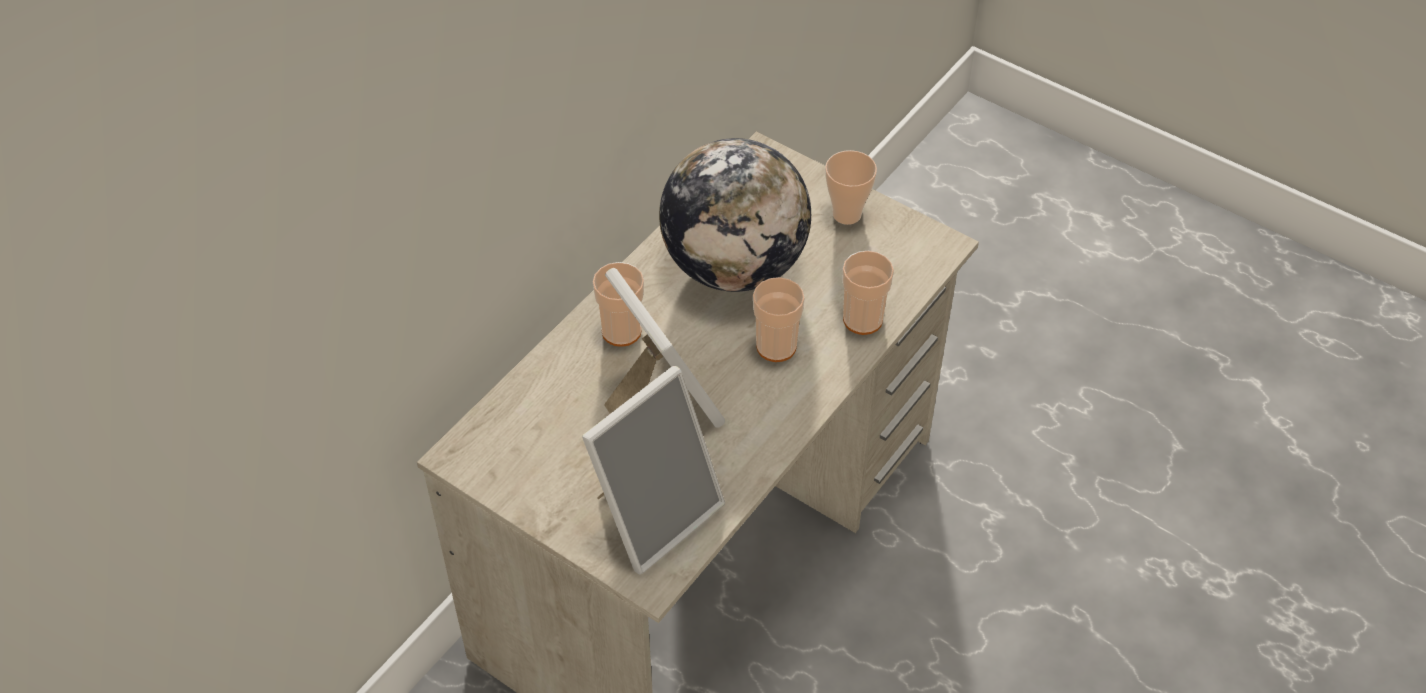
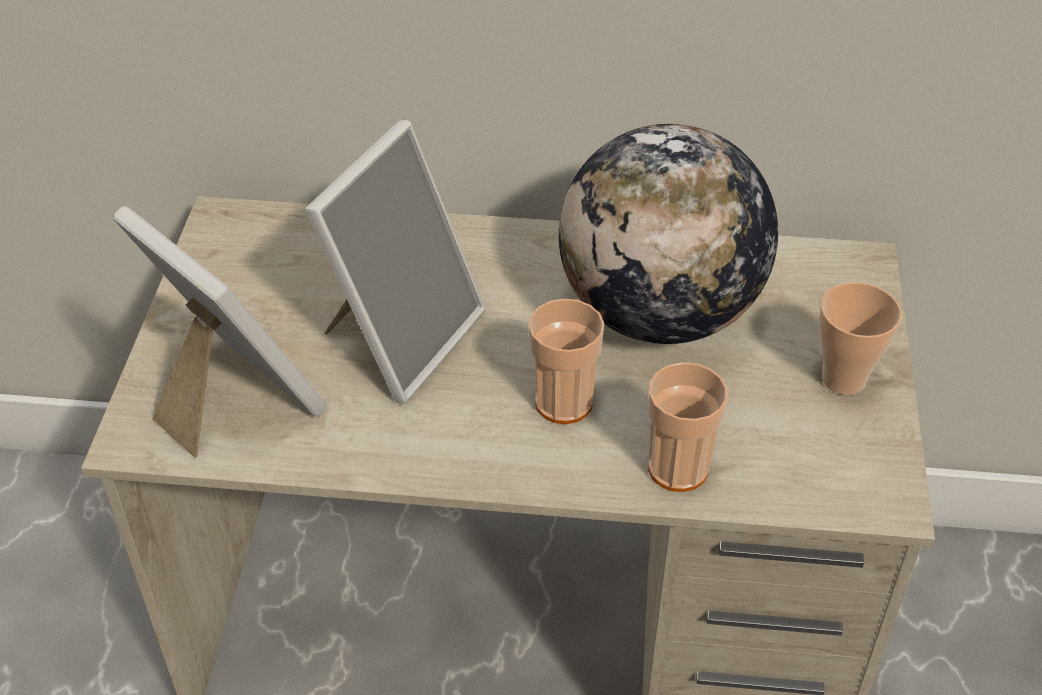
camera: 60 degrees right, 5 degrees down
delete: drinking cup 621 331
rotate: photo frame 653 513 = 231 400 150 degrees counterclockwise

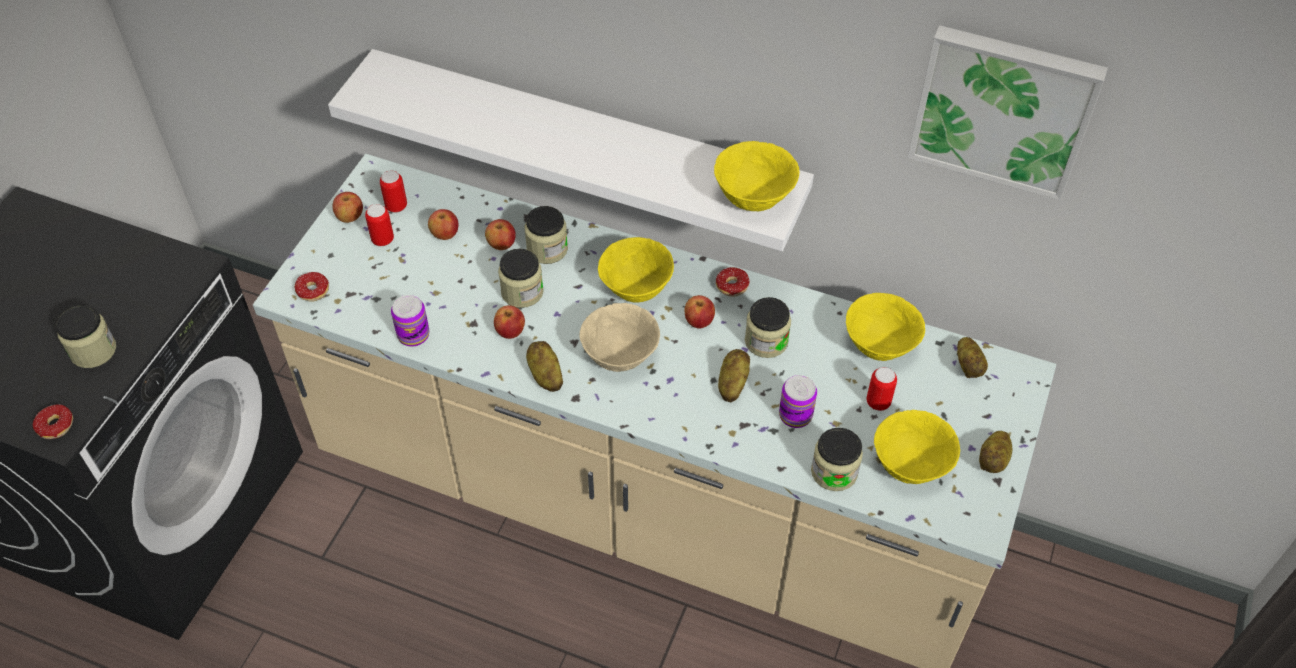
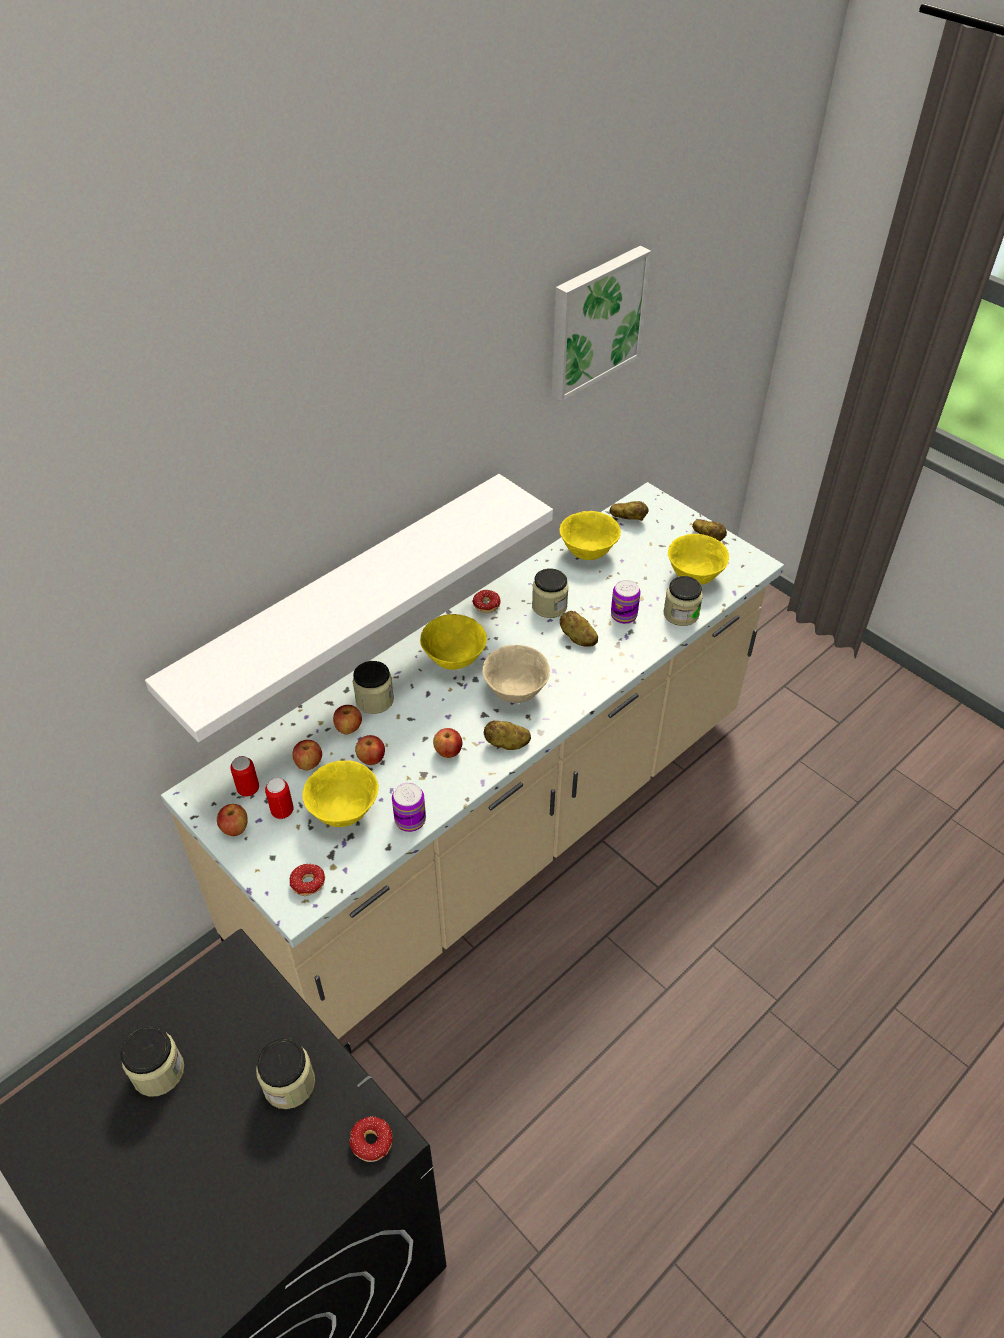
camera: 65 degrees left, 5 degrees down
delete: metal can 878 402
move: preserve jar 522 292 to 158 1071; apple fruit 699 321 to 371 759; serving bowl (yellowish) 754 199 to 344 811

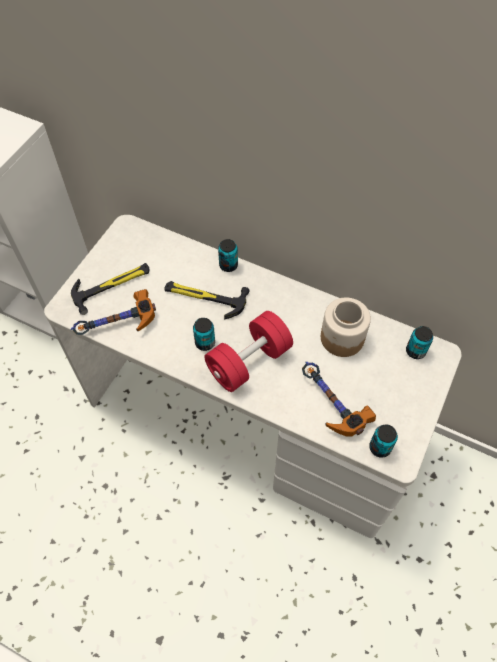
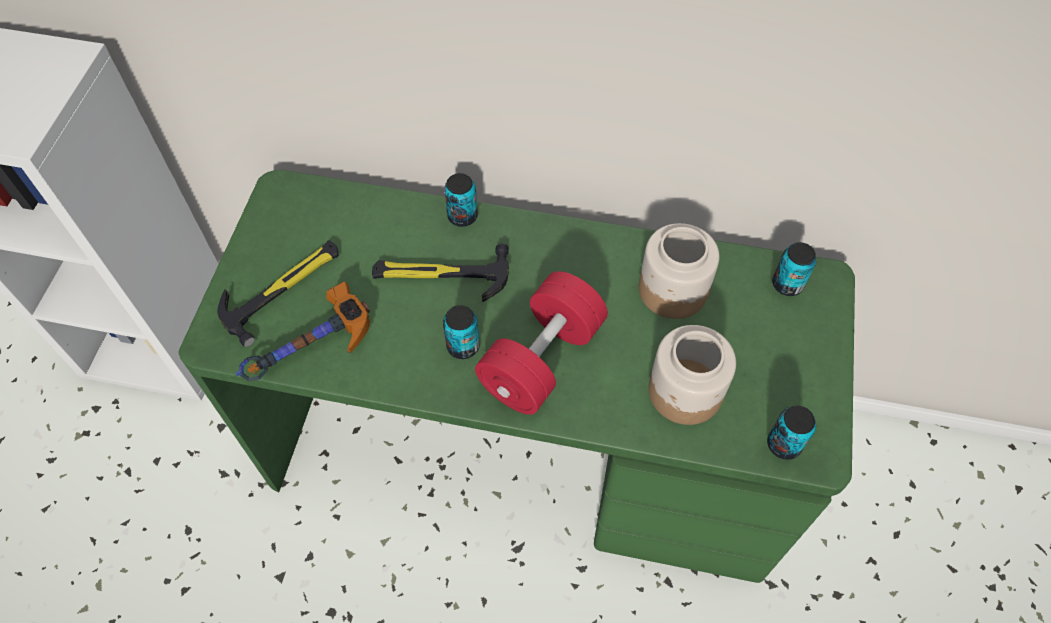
camera: 15 degrees left, 0 degrees up
replace: tool hammer 329 402 to preserve jar 685 392
recolor: desk unit (white-coloured) 249 416 to desk unit (green-coloured) 525 445

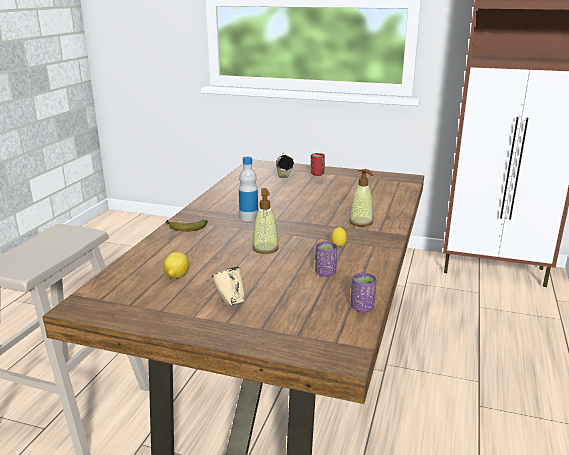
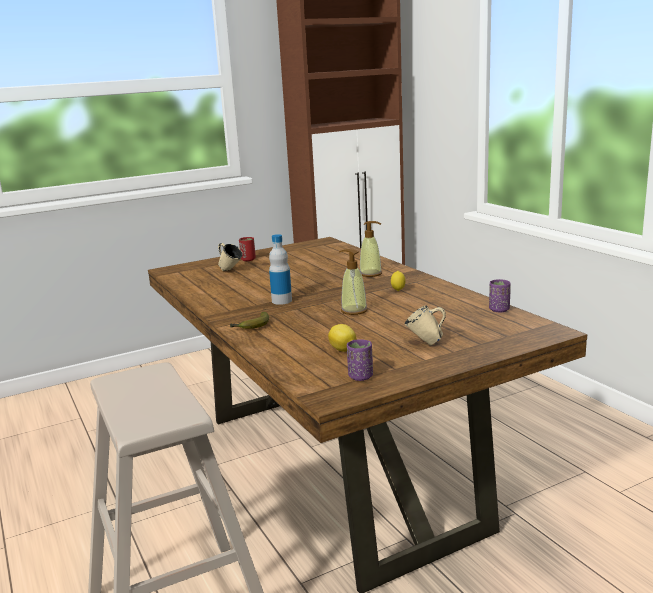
camera: 45 degrees left, 5 degrees down
move: drinking cup (purple) 325 273 to 360 377

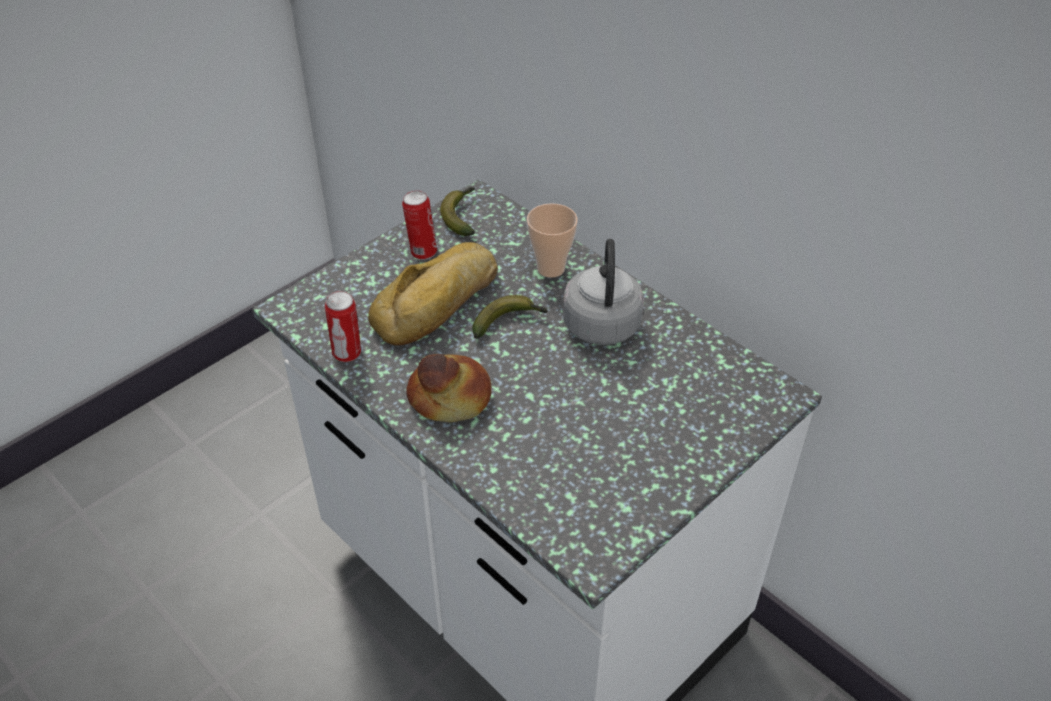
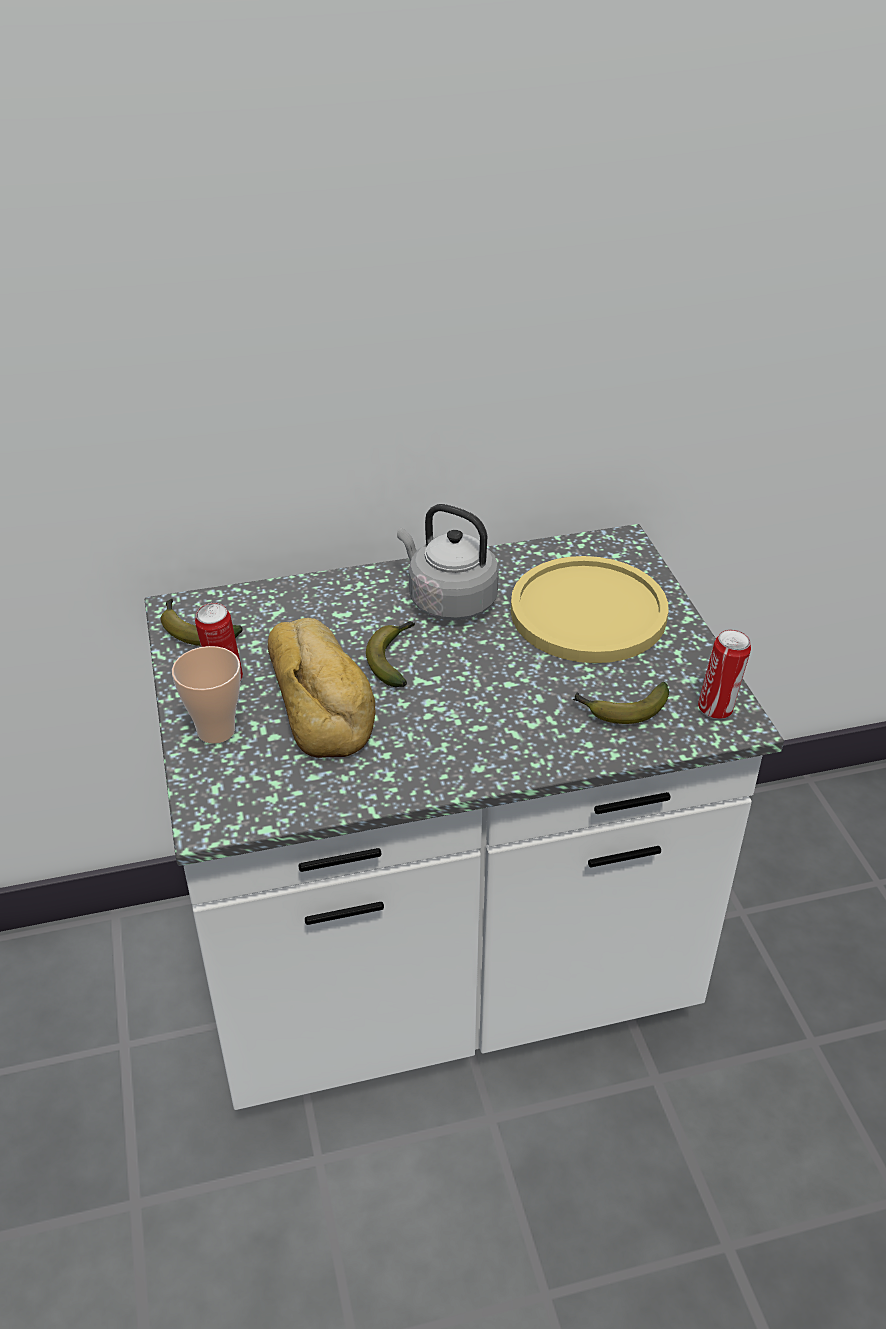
camera: 60 degrees left, 5 degrees down
delete: bakery bread 450 399
insert: flat dish (yellowish) 588 612; banana fruit 621 710
move: metal can 347 354 to 717 709; drinking cup 551 268 to 216 731

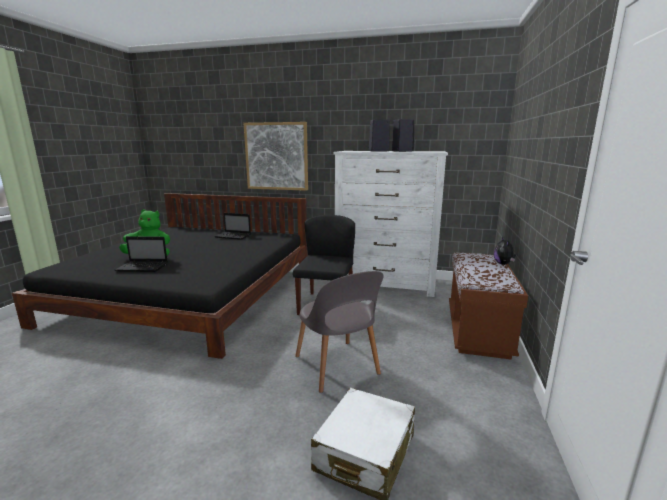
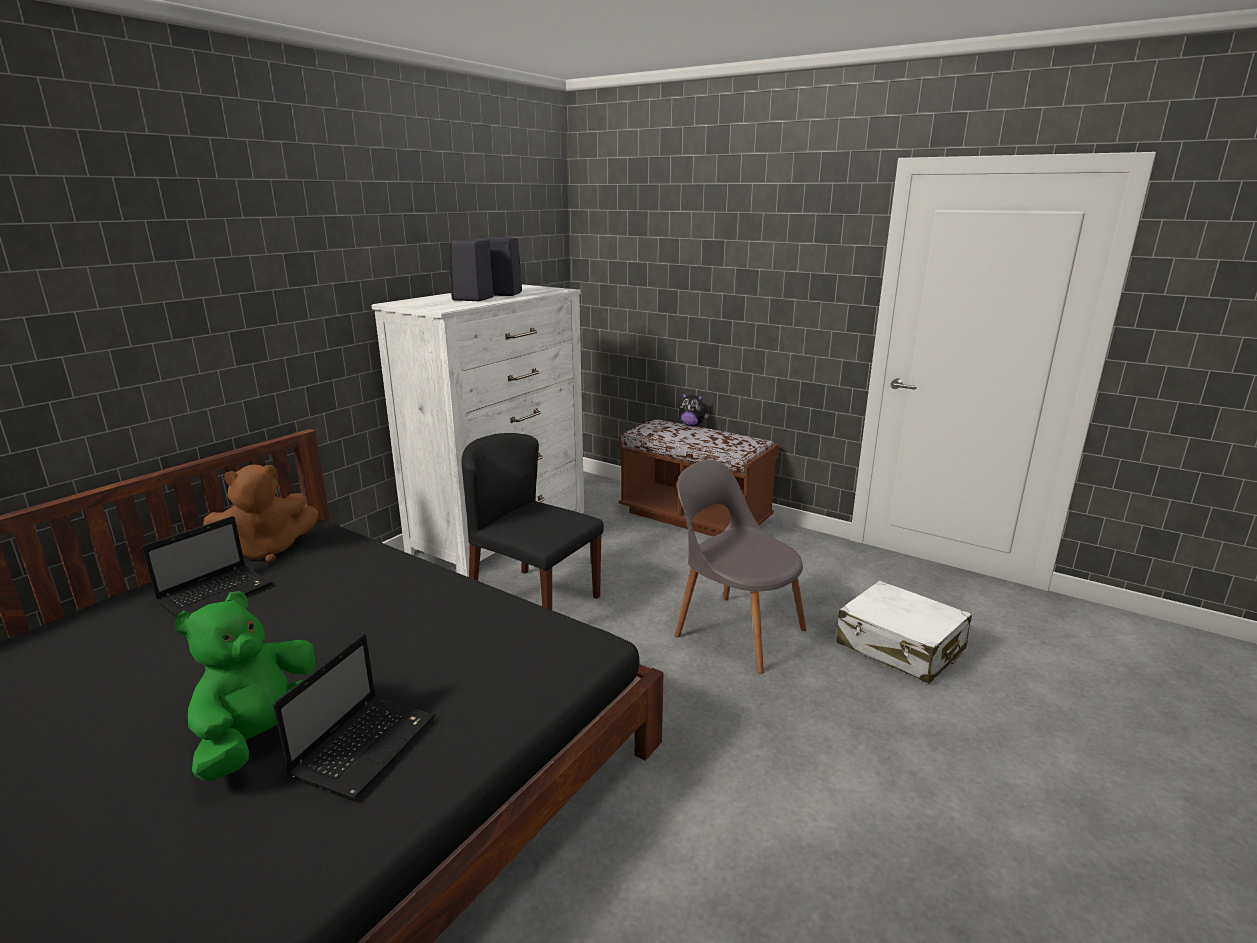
camera: 70 degrees left, 5 degrees up
delete: wall picture 276 156
insert: soft toy (brown-coloured) 267 550
rotate: plain chair (gray) 337 367 = 735 630 135 degrees counterclockwise

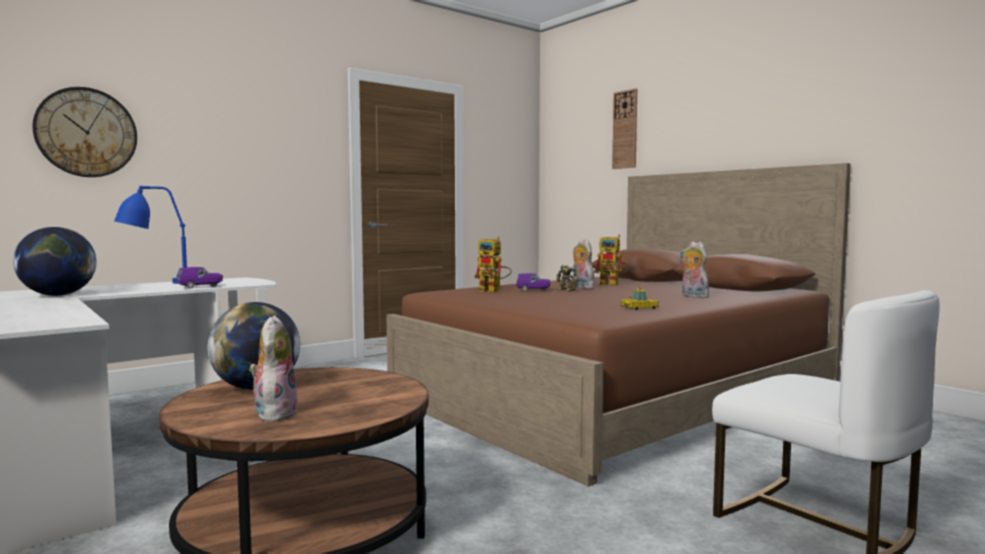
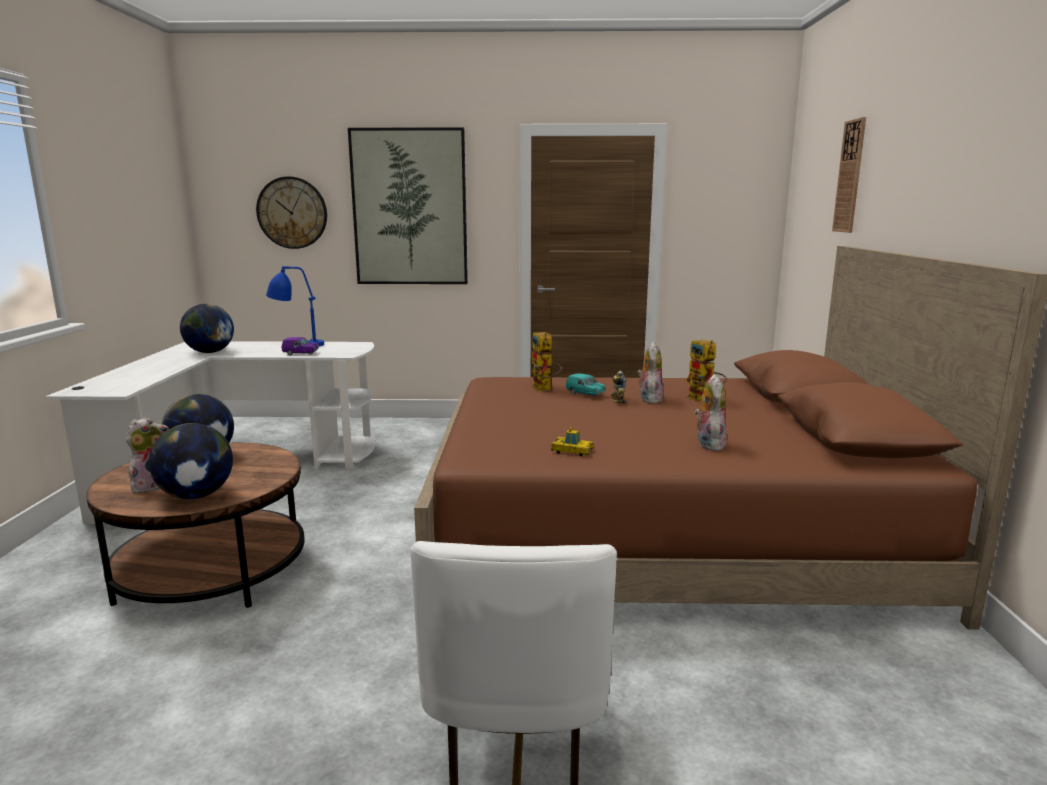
camera: 40 degrees right, 10 degrees up
insert: globe 196 495; wall picture 409 208
recolor: model car (purple) 533 290 to model car (blue-green) 585 394

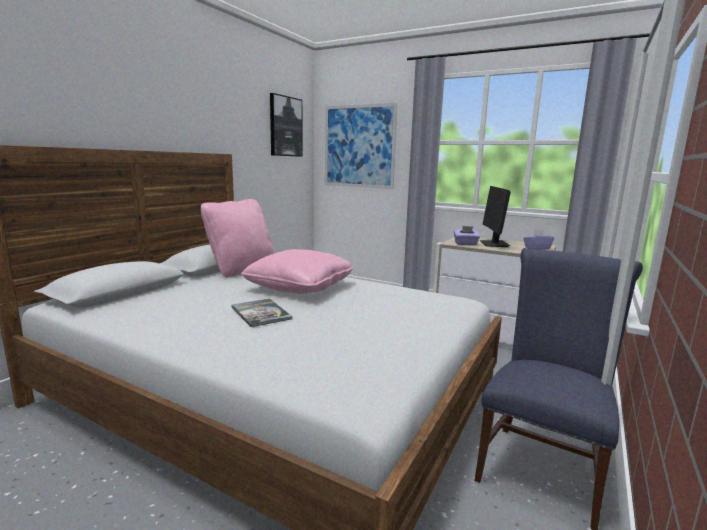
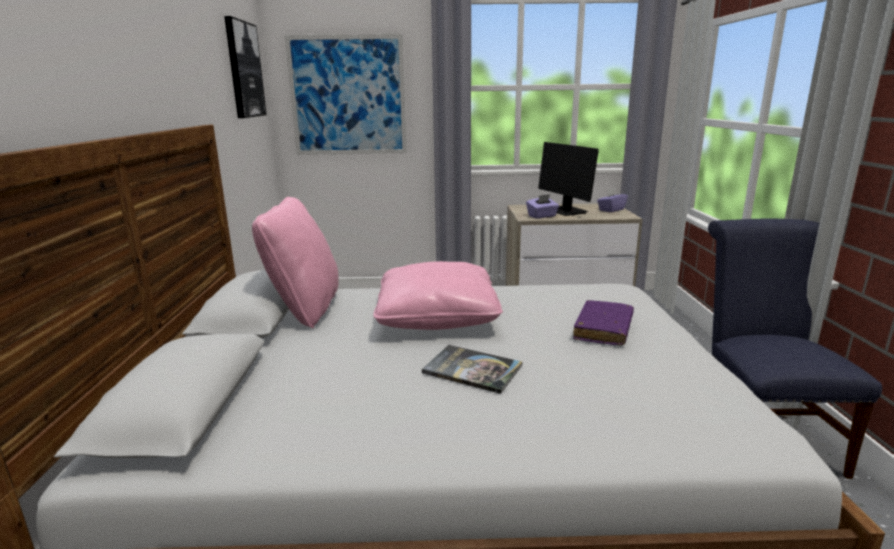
camera: 30 degrees left, 5 degrees up
insert: book (purple) 603 330

